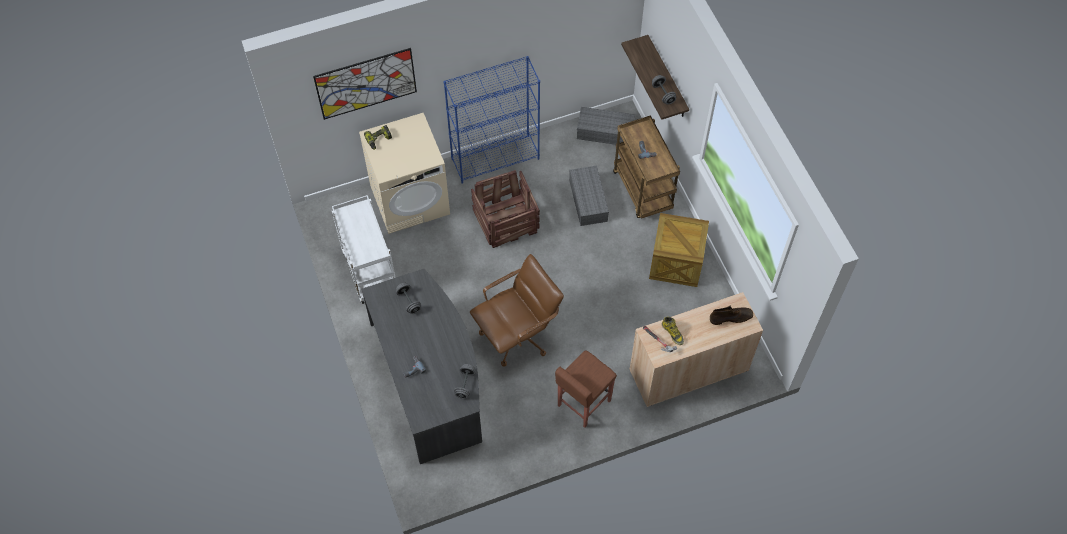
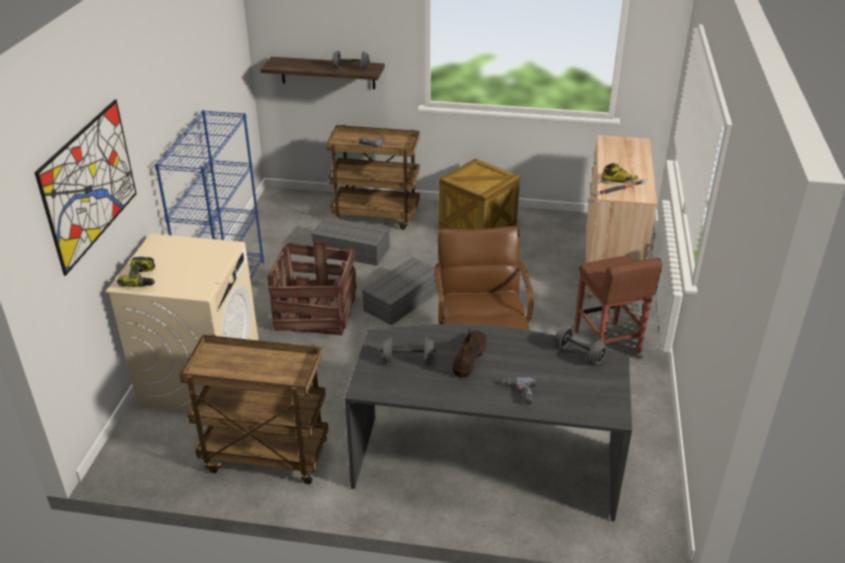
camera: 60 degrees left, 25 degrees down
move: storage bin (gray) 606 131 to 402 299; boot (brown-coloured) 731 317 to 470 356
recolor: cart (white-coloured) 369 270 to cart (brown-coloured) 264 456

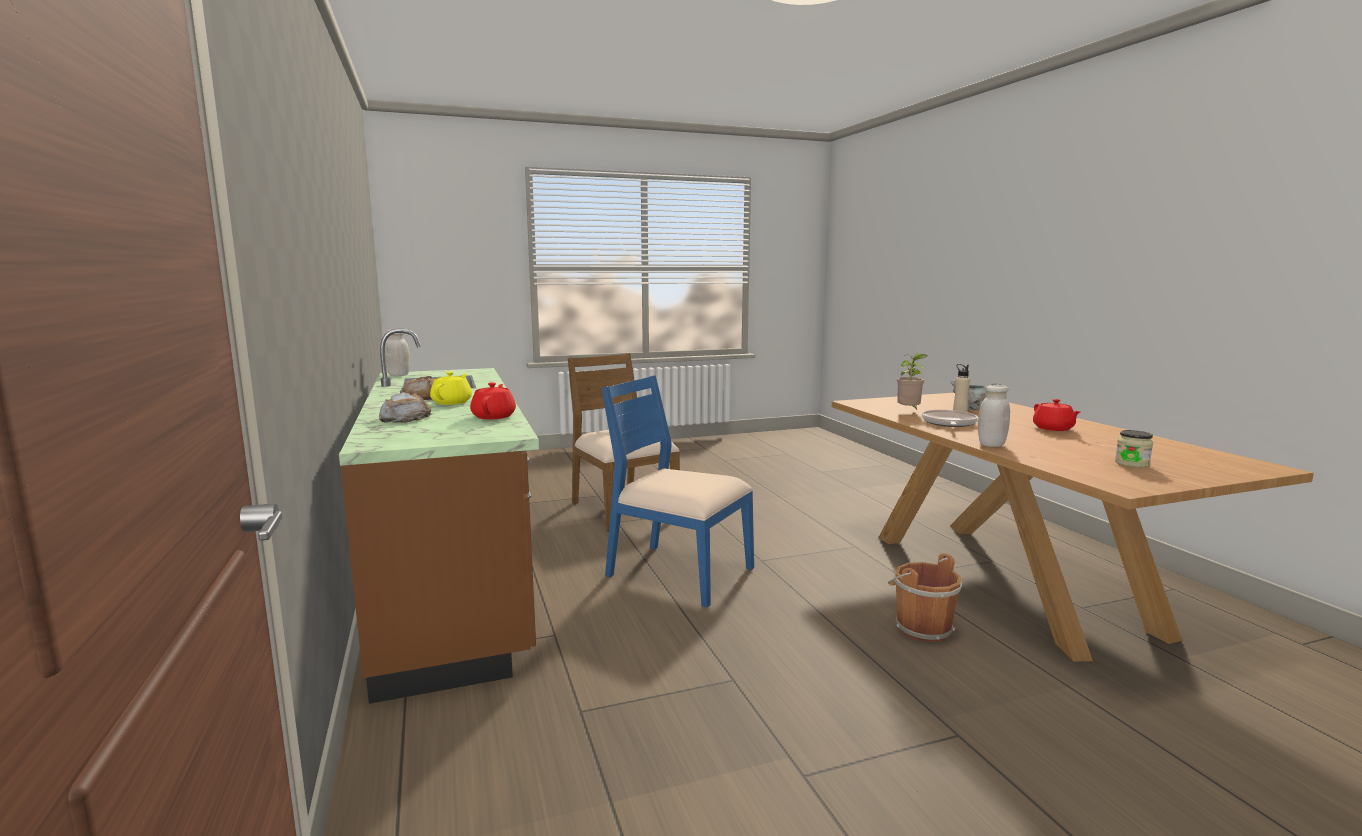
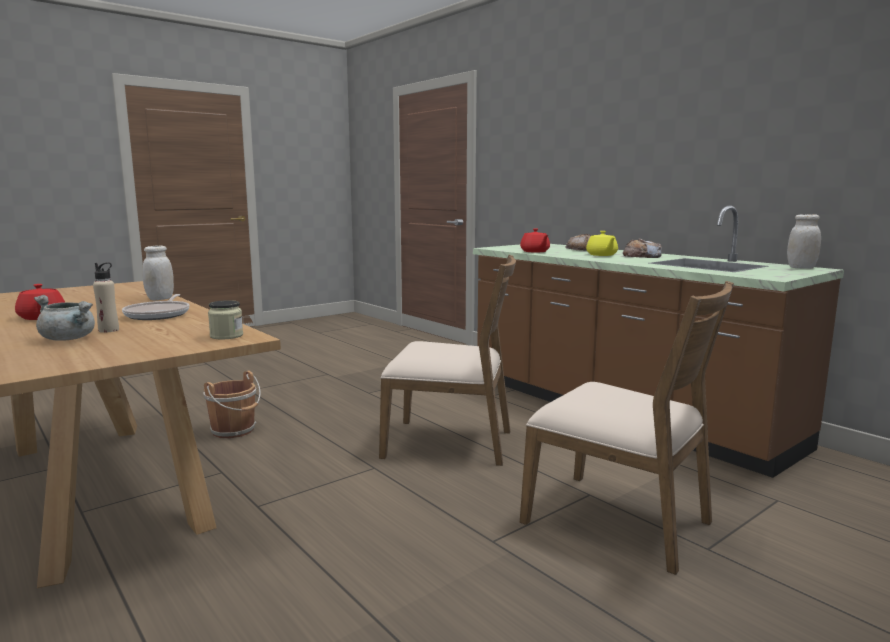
camera: 160 degrees right, 0 degrees up
delete: plant in a pot 909 412
move: preserve jar 1132 464 to 226 336
recolor: plain chair (blue) 678 572 to plain chair (brown-coloured) 449 443

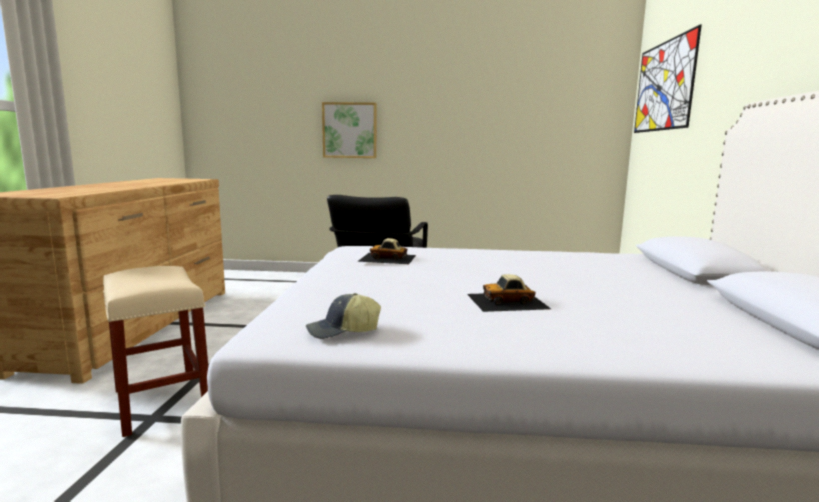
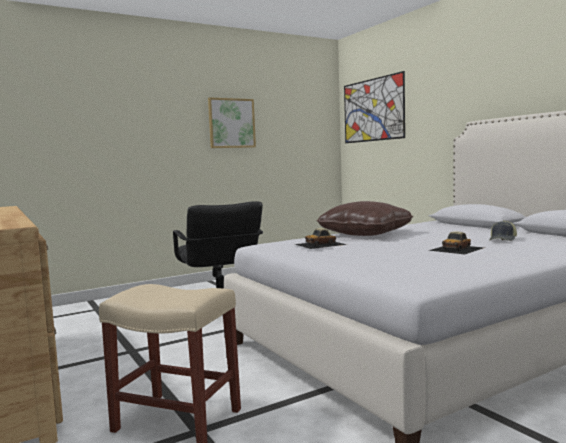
camera: 35 degrees left, 5 degrees down
insert: pillow (brown-coloured) 365 234
move: peaked cap 343 331 to 503 239; wall picture 349 130 to 231 123

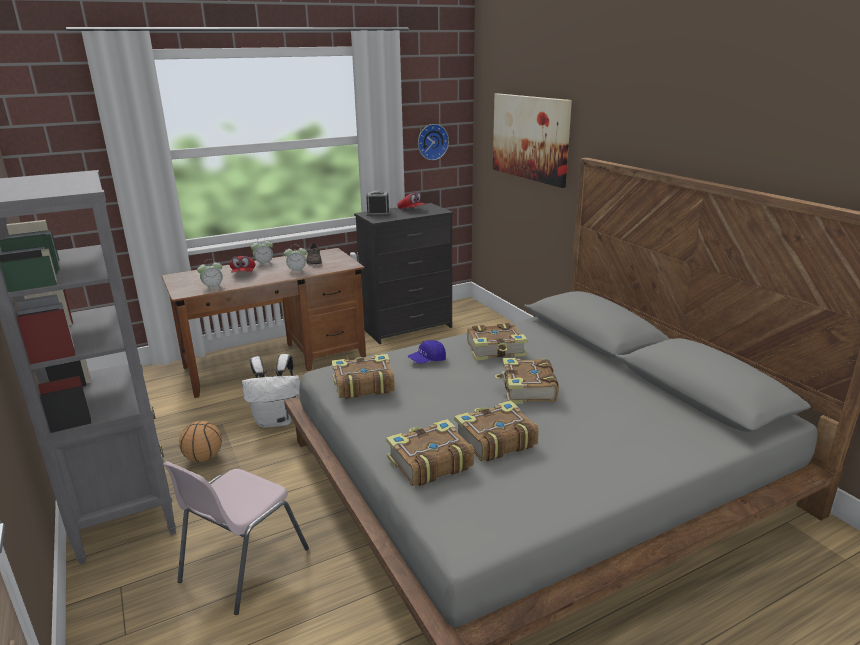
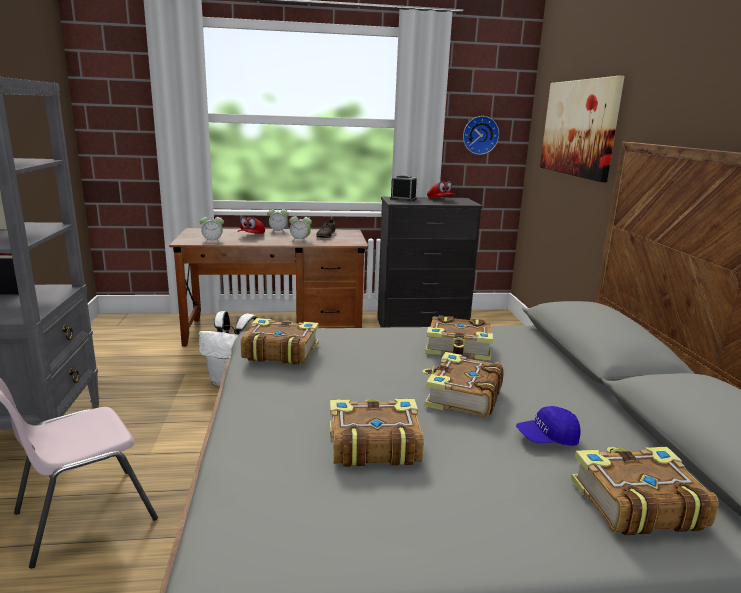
camera: 20 degrees right, 5 degrees down
delete: ball for basketball 203 458
move: book 429 463 to 635 503; peaked cap (blue) 427 360 to 547 438

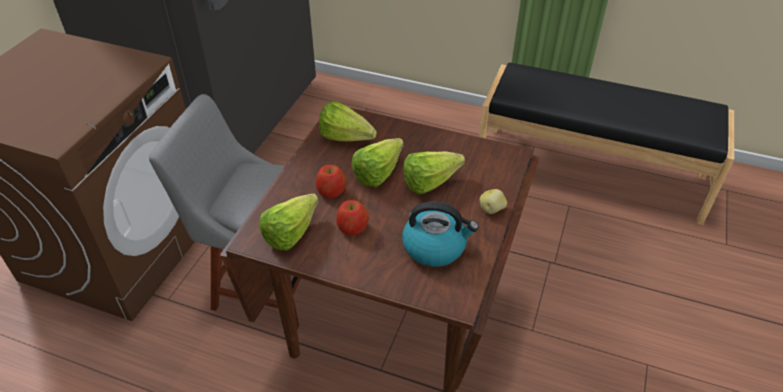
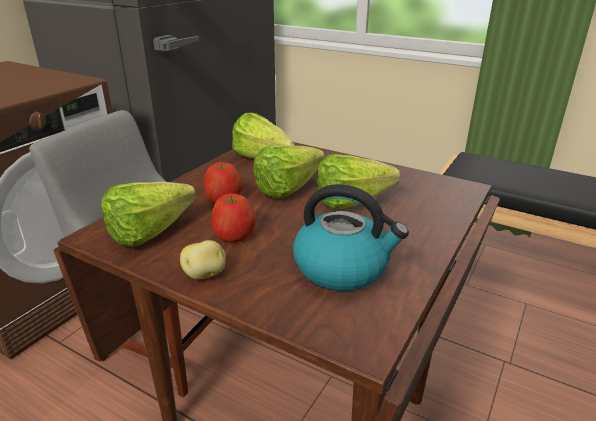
camera: 10 degrees right, 15 degrees down
move: whole potato 492 209 to 205 274

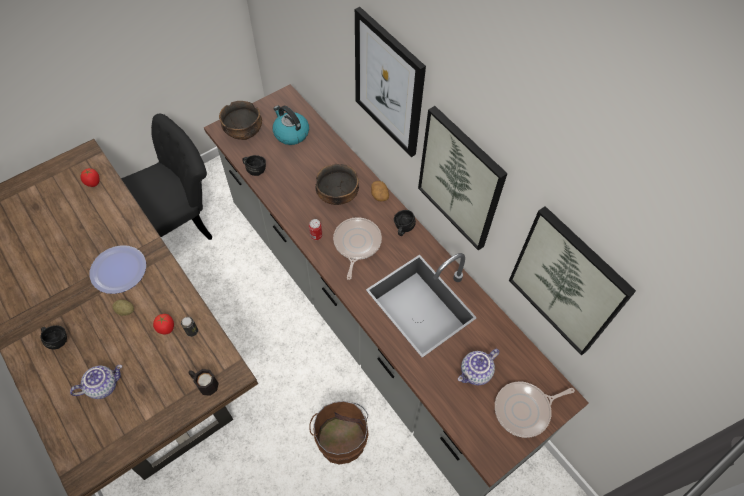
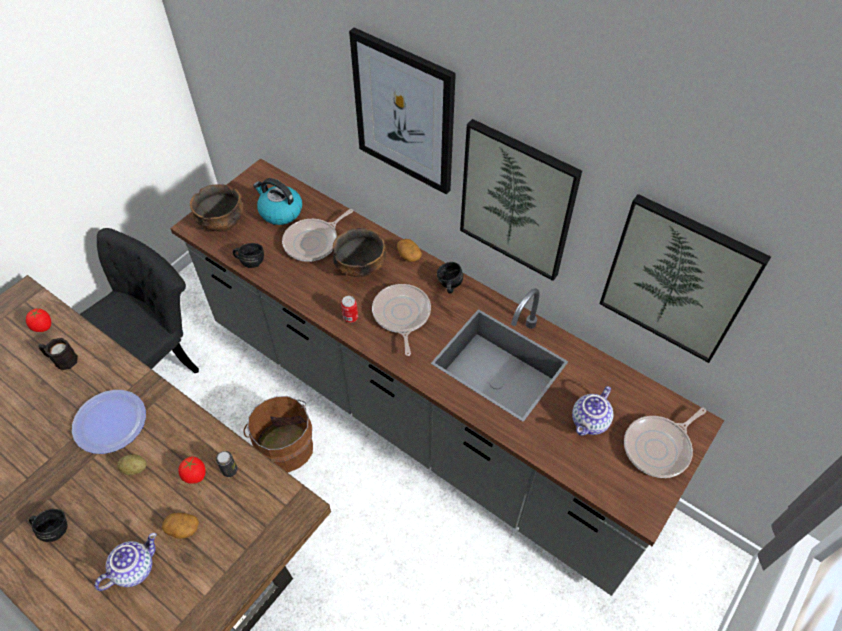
camera: 15 degrees left, 5 degrees down
insert: whole potato 182 528; pan 314 242
move: coffee mug (black-coloured) 204 384 to 61 360; bucket (brown-coloured) 341 438 to 285 446

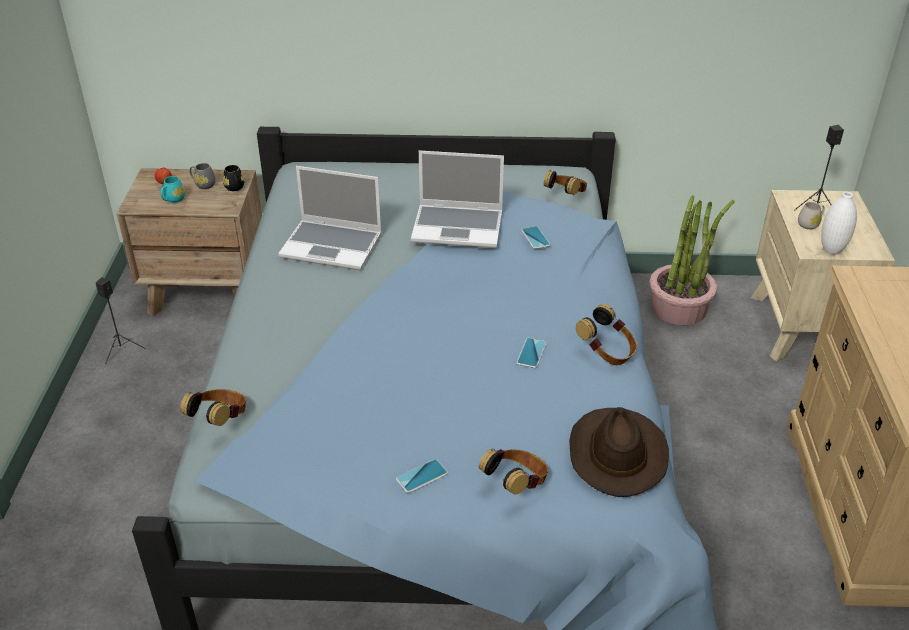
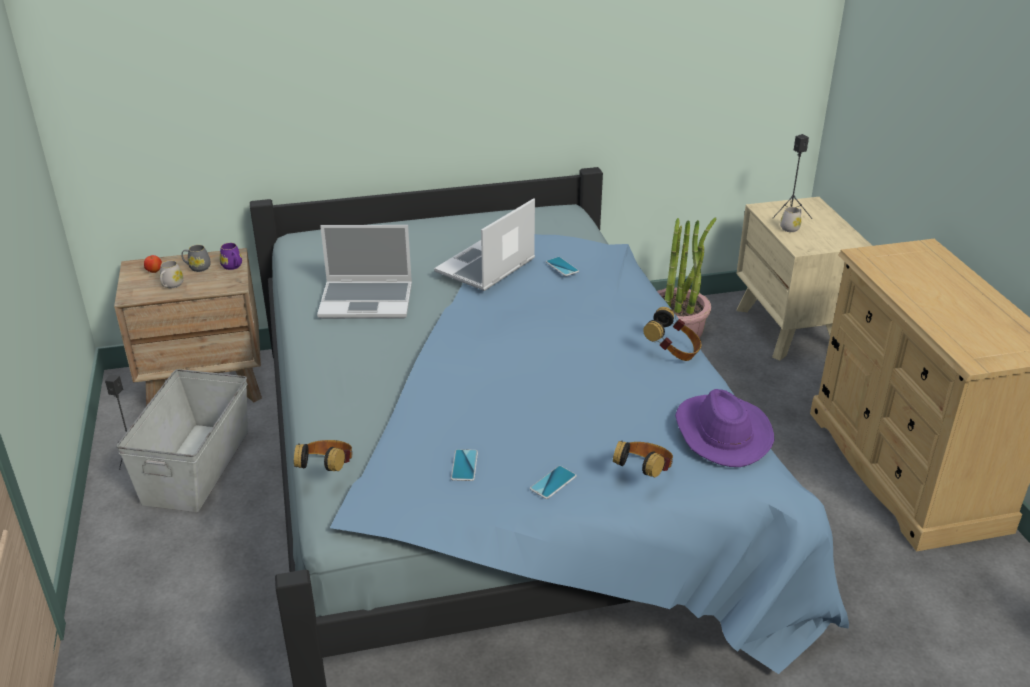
camera: 15 degrees left, 5 degrees down
delete: pair of headphones 566 197; vase (white-coloured) 831 250
insert: storage bin (gray) 197 466
move: telephone 531 353 to 464 465
recolor: coffee mug (blue-green) 173 200 to coffee mug (white-coloured) 171 285; coffee mug (black-coloured) 235 188 to coffee mug (purple) 233 267; clothing hat (brown-coloured) 616 453 to clothing hat (purple) 720 432
rotate: laptop 459 227 = 486 267 135 degrees clockwise

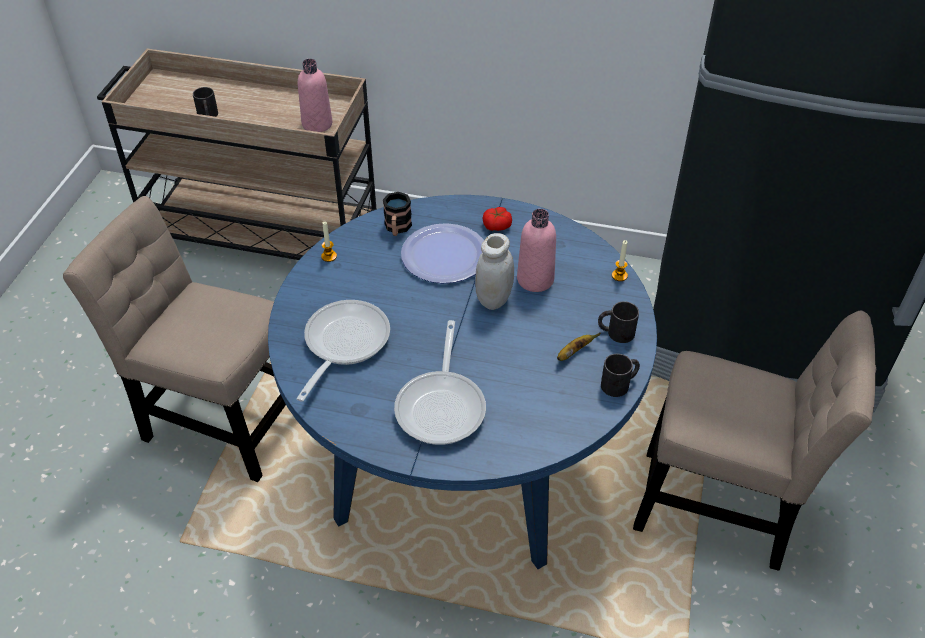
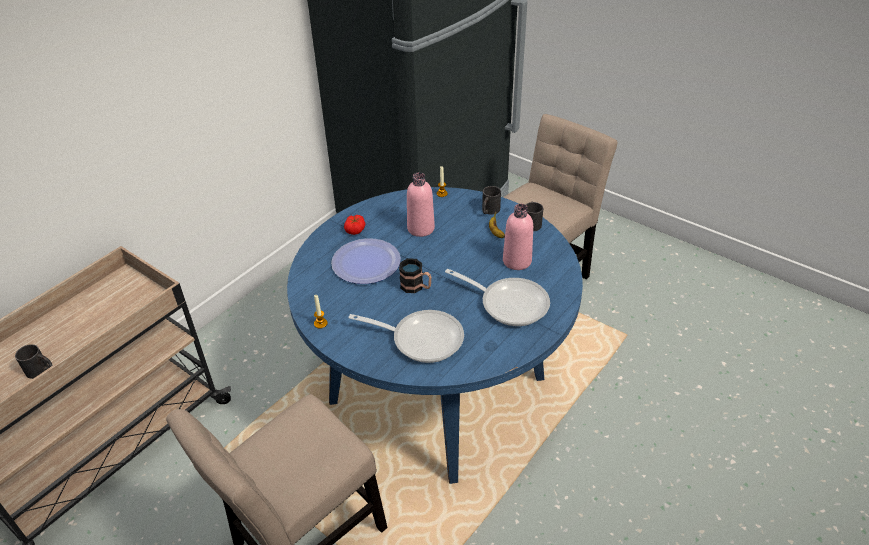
camera: 65 degrees left, 5 degrees down
delete: preserve jar (white-coloured) 494 299
move: beverage bottle (pink) 317 124 to 517 261; coffee mug 397 228 to 416 287
rotate: pan 343 344 = 421 338 150 degrees clockwise

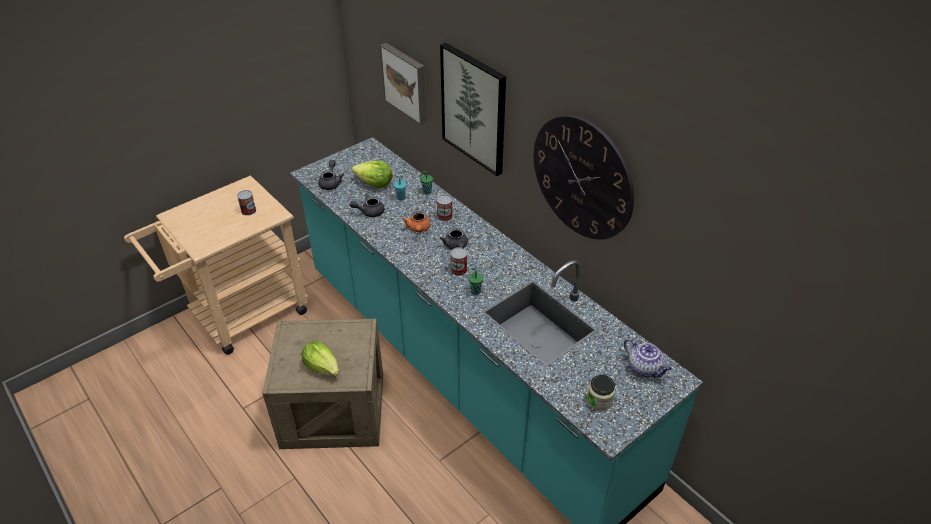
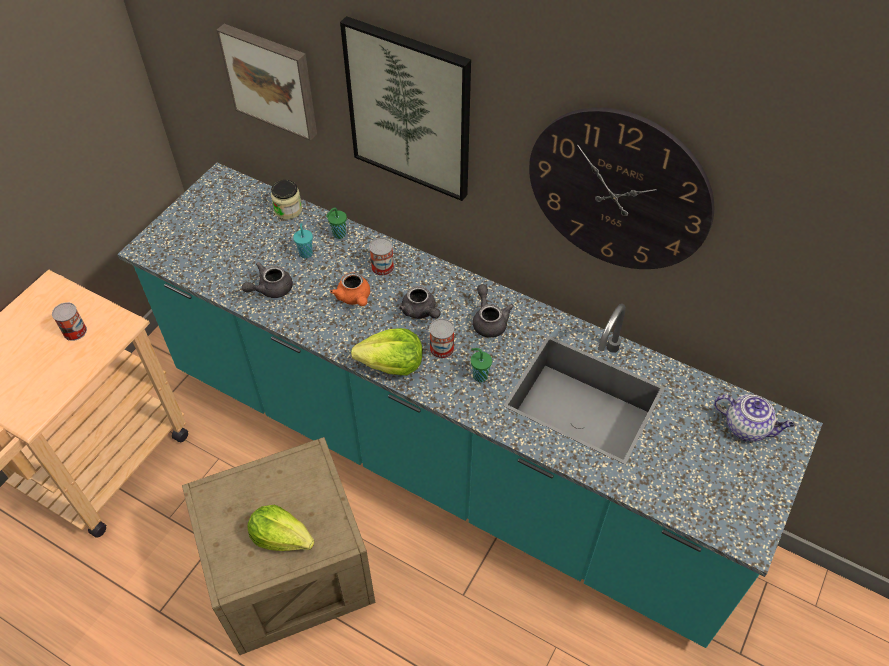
camera: 20 degrees left, 10 degrees up
move: pot for tea (gray) 331 182 to 489 321; lettuce head 374 183 to 392 365; preserve jar 599 401 to 288 210

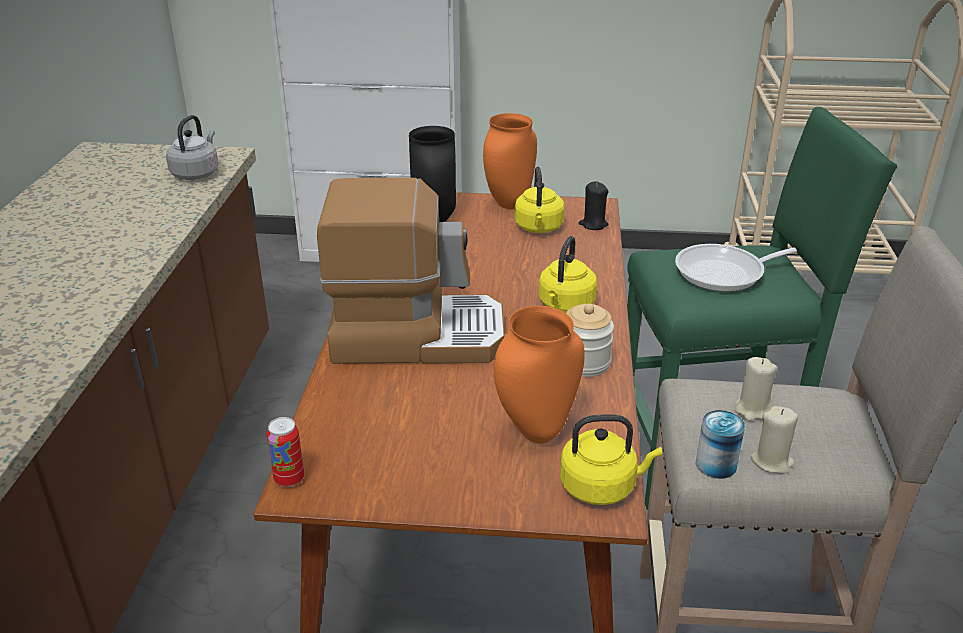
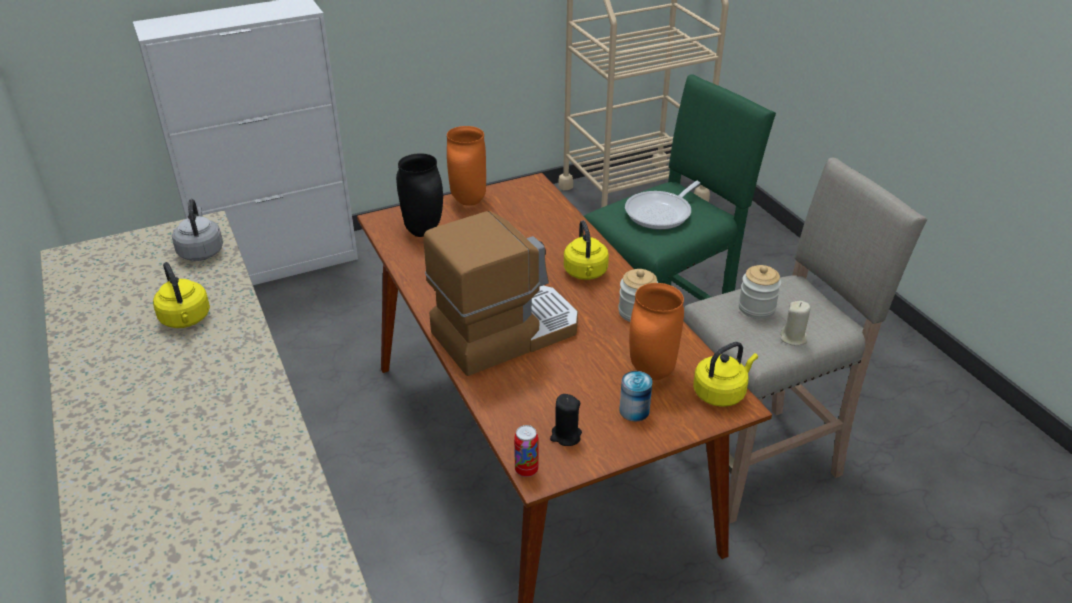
camera: 30 degrees left, 5 degrees up
move: kettle (yellowish) 539 228 to 186 319; candle (black-coloured) 593 224 to 565 436; metal can 716 465 to 634 410
replace: candle (beige-coloured) 752 410 to preserve jar 756 308

